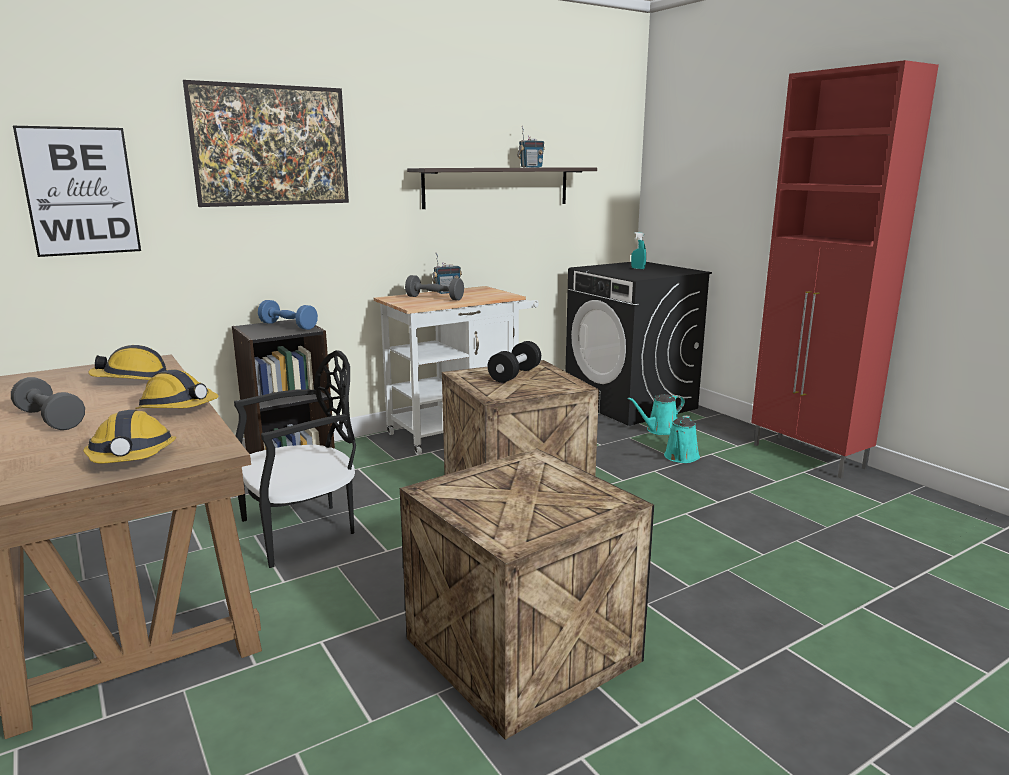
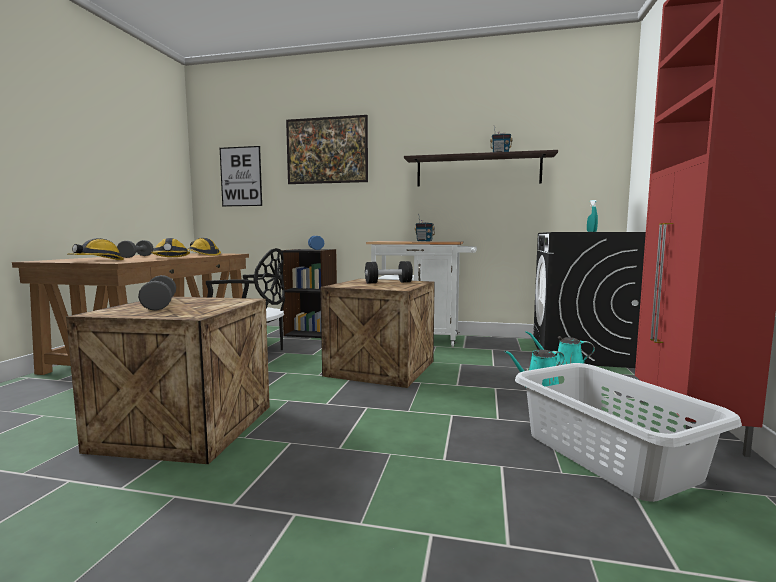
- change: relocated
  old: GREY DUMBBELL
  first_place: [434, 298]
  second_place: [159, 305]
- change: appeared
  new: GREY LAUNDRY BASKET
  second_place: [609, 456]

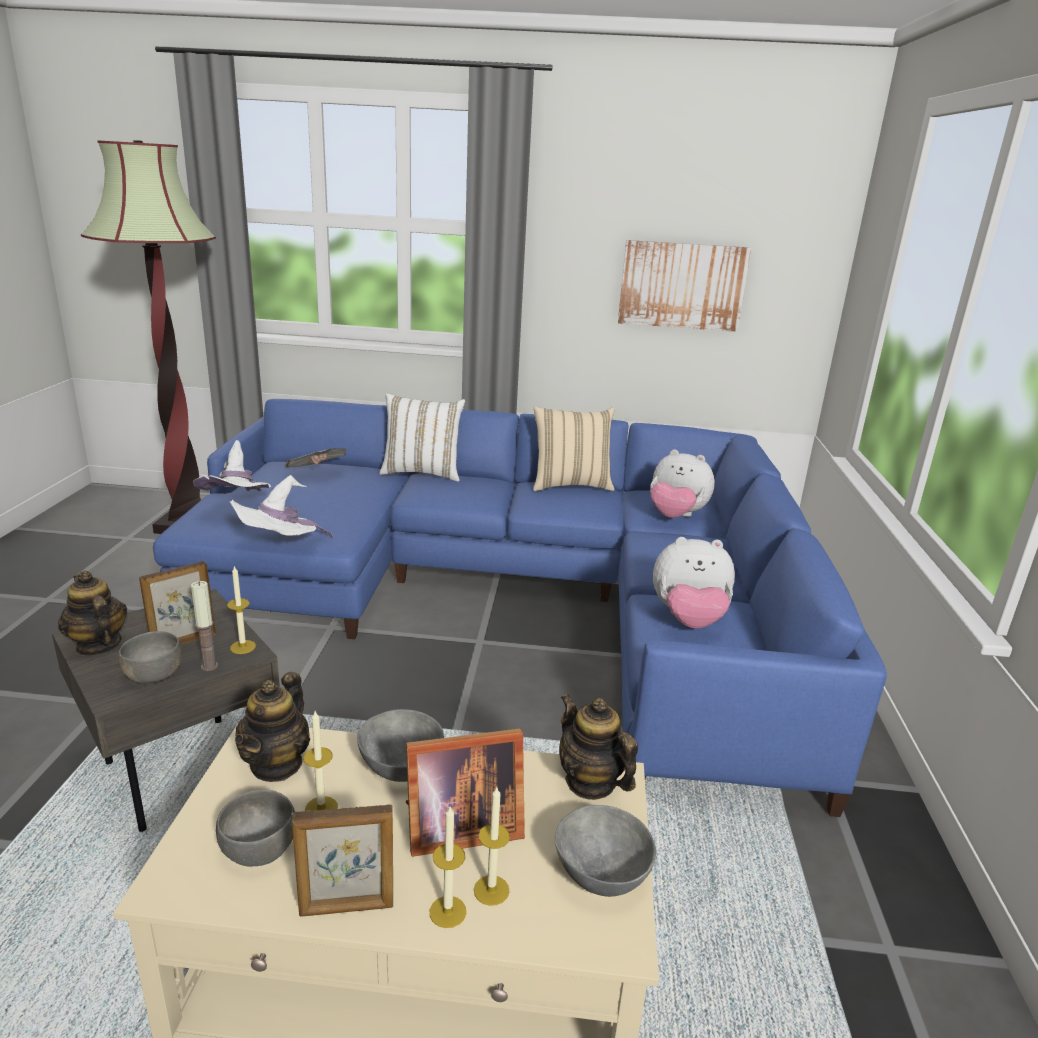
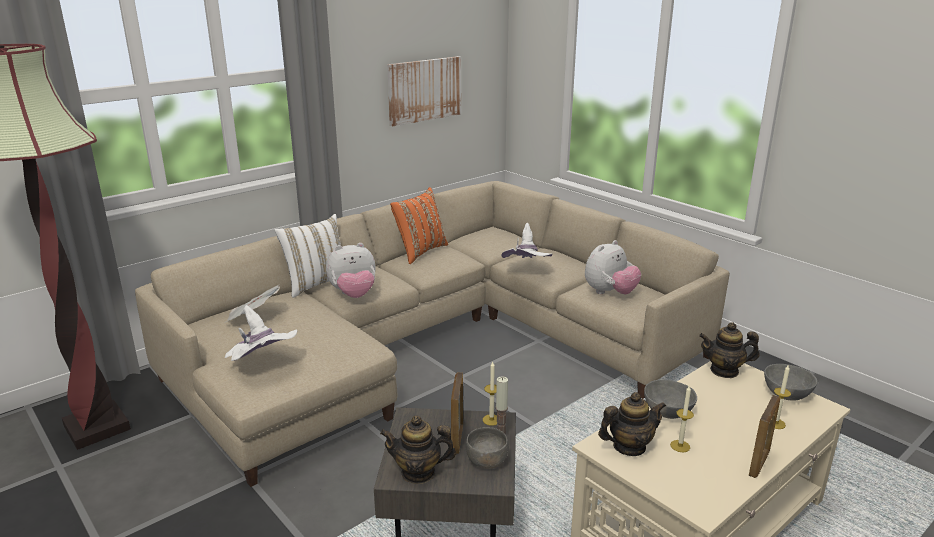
- change: colour
  old: BLUE SOFA
  new: BEIGE SOFA
  first_place: [517, 597]
  second_place: [433, 343]
- change: missing
  old: GREY BOWL
  first_place: [260, 849]
- change: relocated
  old: WHITE HAT
  first_place: [279, 547]
  second_place: [526, 271]
- change: spun
  old: TEAPOT
  first_place: [277, 764]
  second_place: [629, 447]
  degrees: -75
- change: missing
  old: PICTURE FRAME
  first_place: [458, 828]
- change: missing
  old: CANDLE
  first_place: [447, 911]
- change: colour
  old: BEIGE PILLOW
  new: ORANGE PILLOW
  first_place: [570, 485]
  second_place: [420, 252]
- change: relocated
  old: PLUSH TOY
  first_place: [676, 516]
  second_place: [353, 295]

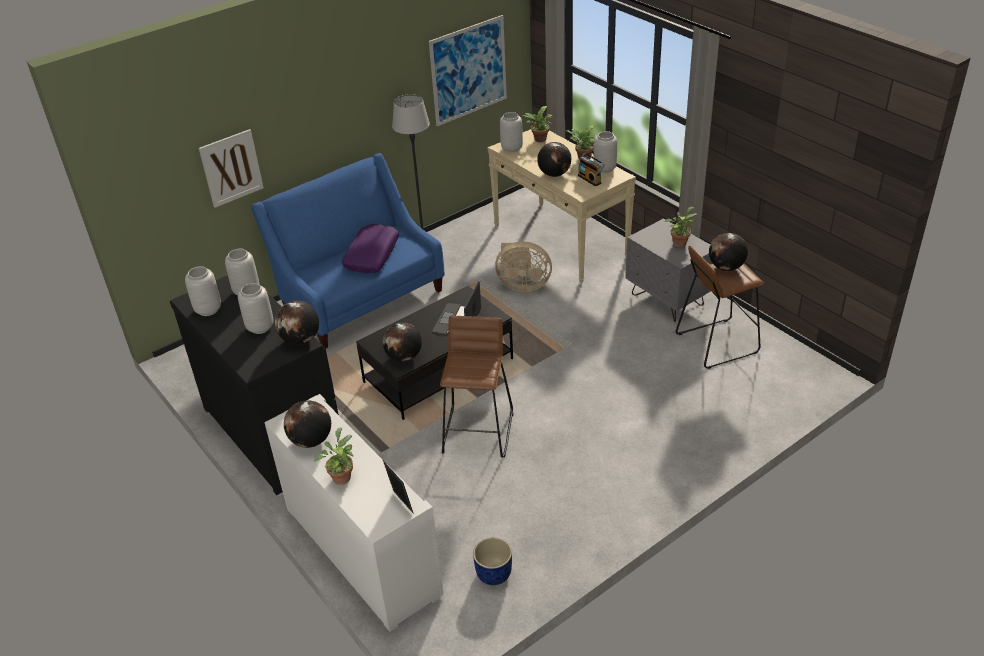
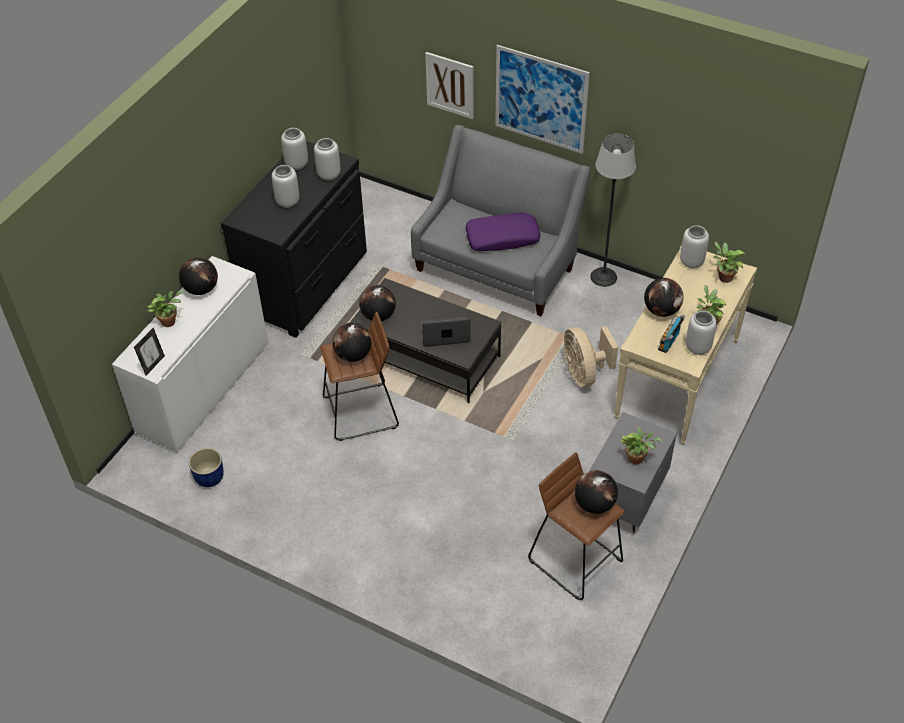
- change: colour
  old: BLUE SOFA
  new: GREY SOFA
  first_place: [360, 298]
  second_place: [498, 264]
- change: relocated
  old: GLOBE
  first_place: [300, 340]
  second_place: [353, 355]
- change: relocated
  old: PICTURE
  first_place: [469, 70]
  second_place: [541, 99]

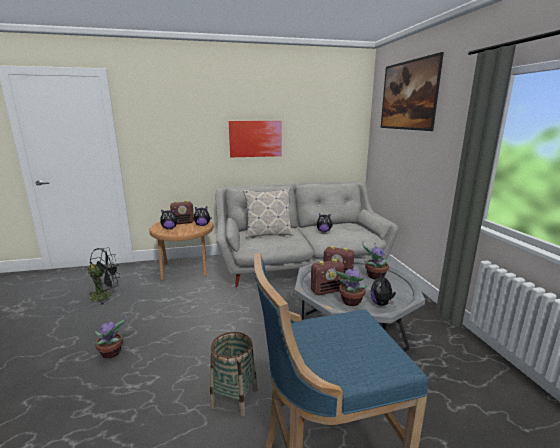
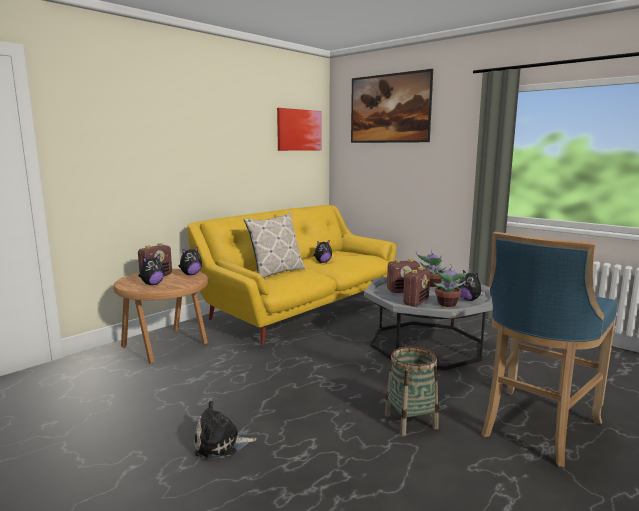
- change: missing
  old: BLACK FAN
  first_place: [106, 296]
- change: exchanged
  old: POTTED PLANT
  new: PLUSH TOY
  first_place: [112, 353]
  second_place: [221, 444]
- change: colour
  old: GREY SOFA
  new: YELLOW SOFA
  first_place: [301, 265]
  second_place: [301, 308]
- change: relocated
  old: PICTURE
  first_place: [255, 138]
  second_place: [299, 130]

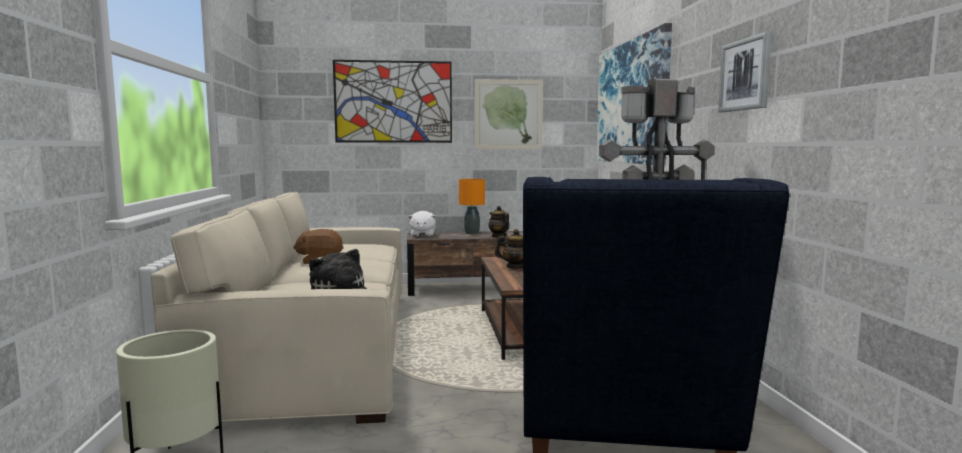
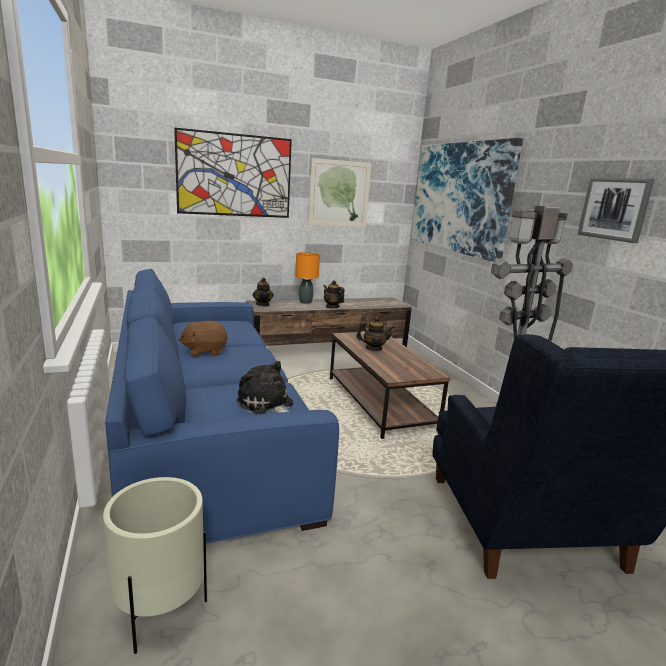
- change: colour
  old: BEIGE SOFA
  new: BLUE SOFA
  first_place: [319, 345]
  second_place: [207, 429]
- change: exchanged
  old: WHITE PLUSH TOY
  new: TEAPOT
  first_place: [422, 235]
  second_place: [263, 304]

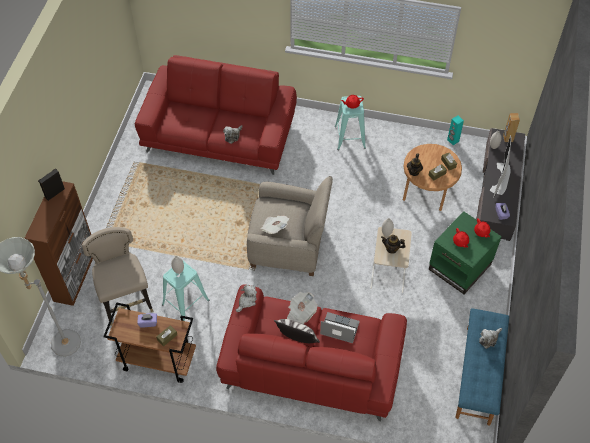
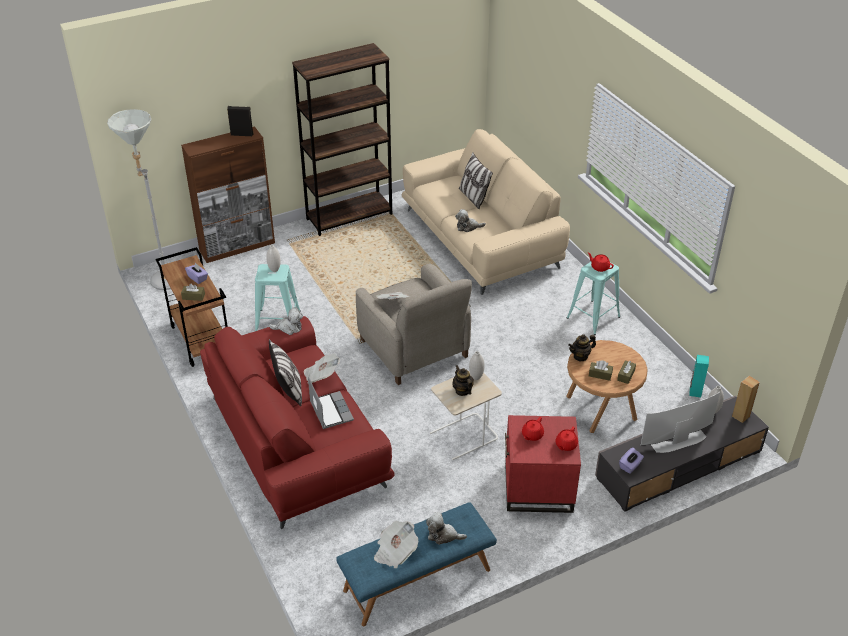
- change: missing
  old: BEIGE STOOL
  first_place: [127, 303]
- change: colour
  old: RED SOFA
  new: BEIGE SOFA
  first_place: [219, 135]
  second_place: [481, 239]
- change: colour
  old: GREEN SIDE TABLE
  new: RED SIDE TABLE
  first_place: [460, 267]
  second_place: [538, 488]
- change: appeared
  new: BROWN BOOKCASE
  second_place: [349, 216]
- change: appeared
  new: NEWSPAPER
  second_place: [395, 552]
- change: appeared
  new: PILLOW
  second_place: [473, 198]

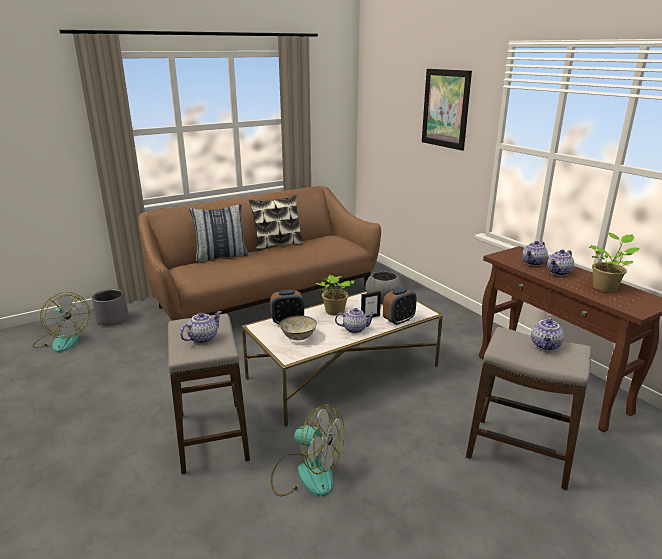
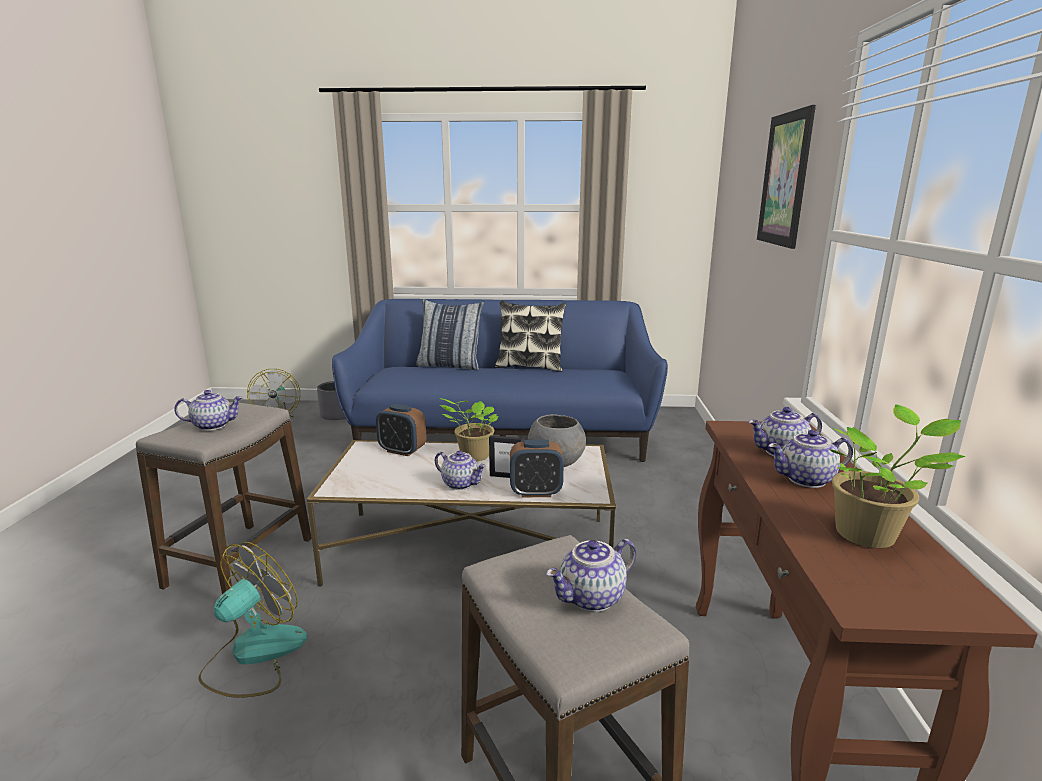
- change: colour
  old: BROWN SOFA
  new: BLUE SOFA
  first_place: [264, 298]
  second_place: [503, 435]
- change: spun
  old: FAN
  first_place: [306, 473]
  second_place: [254, 655]
  degrees: -120
- change: missing
  old: BOWL
  first_place: [298, 337]

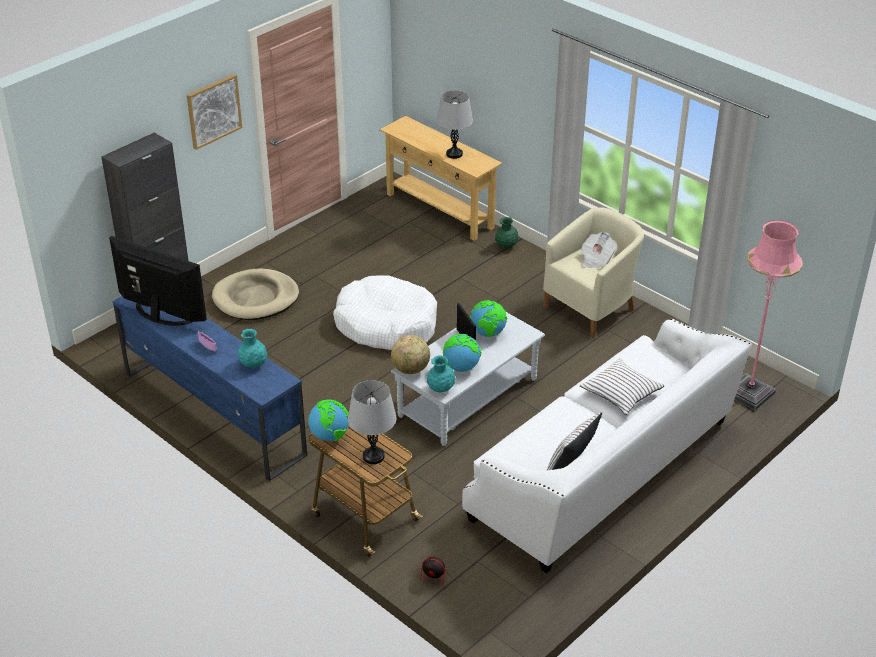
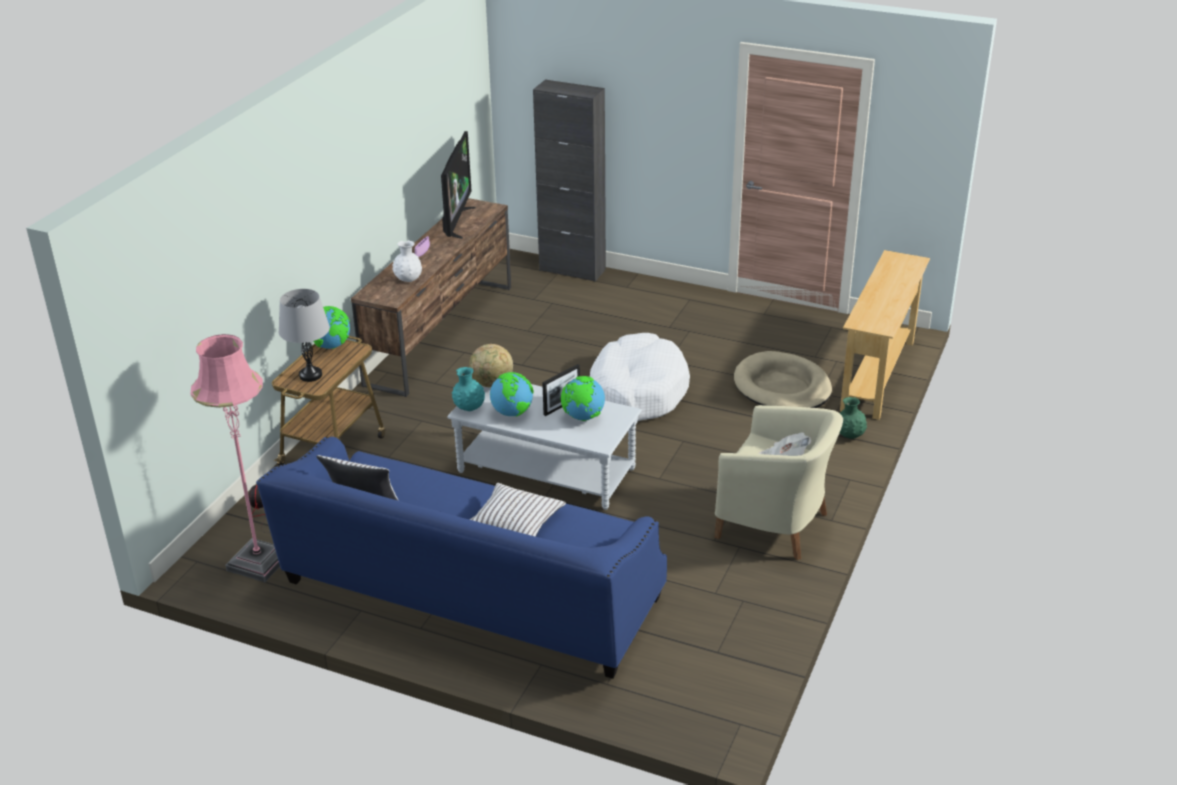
- change: colour
  old: BLUE TV STAND
  new: BROWN TV STAND
  first_place: [213, 413]
  second_place: [441, 334]
- change: missing
  old: PICTURE
  first_place: [213, 111]
- change: relocated
  old: BEIGE DOG BED
  first_place: [256, 298]
  second_place: [782, 387]
- change: colour
  old: TURQUOISE VASE
  new: WHITE VASE
  first_place: [253, 364]
  second_place: [408, 280]
- change: missing
  old: GREY TABLE LAMP
  first_place: [454, 154]
- change: colour
  old: WHITE SOFA
  new: BLUE SOFA
  first_place: [603, 471]
  second_place: [470, 593]
- change: relocated
  old: PINK FLOOR LAMP
  first_place: [749, 393]
  second_place: [258, 562]

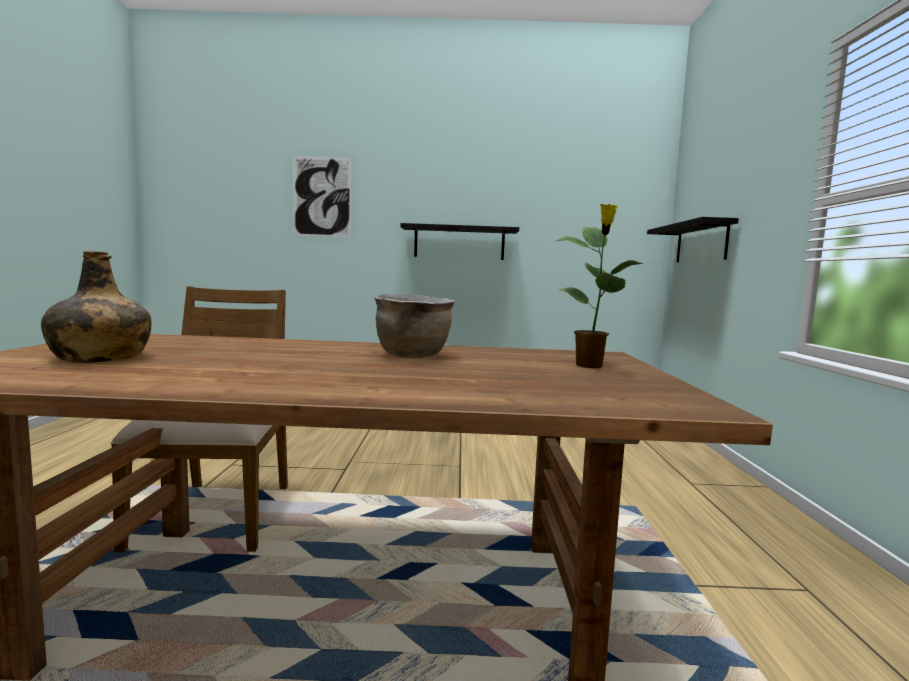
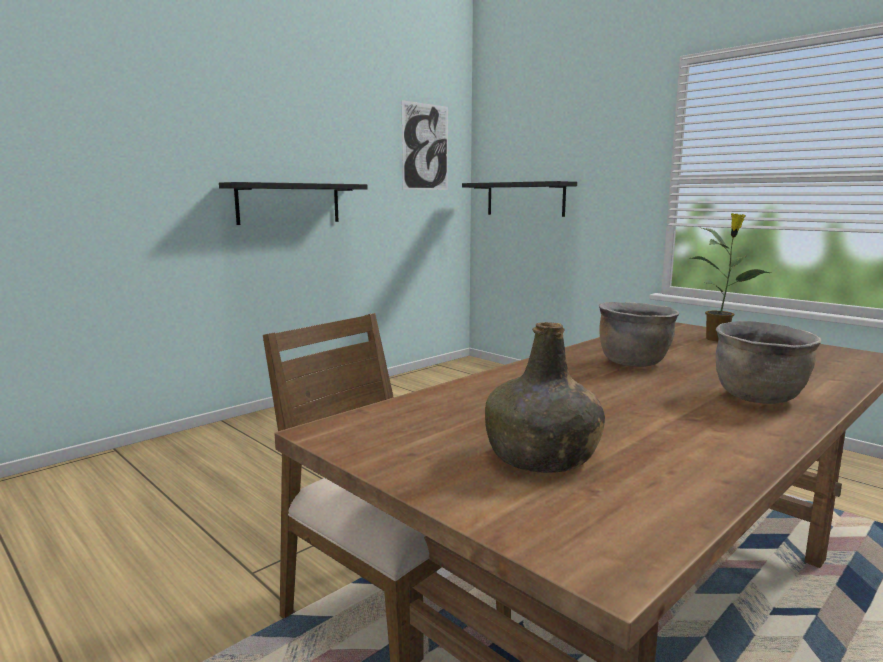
- change: relocated
  old: PICTURE
  first_place: [322, 196]
  second_place: [425, 147]
- change: appeared
  new: BROWN COOKING POT
  second_place: [759, 397]

